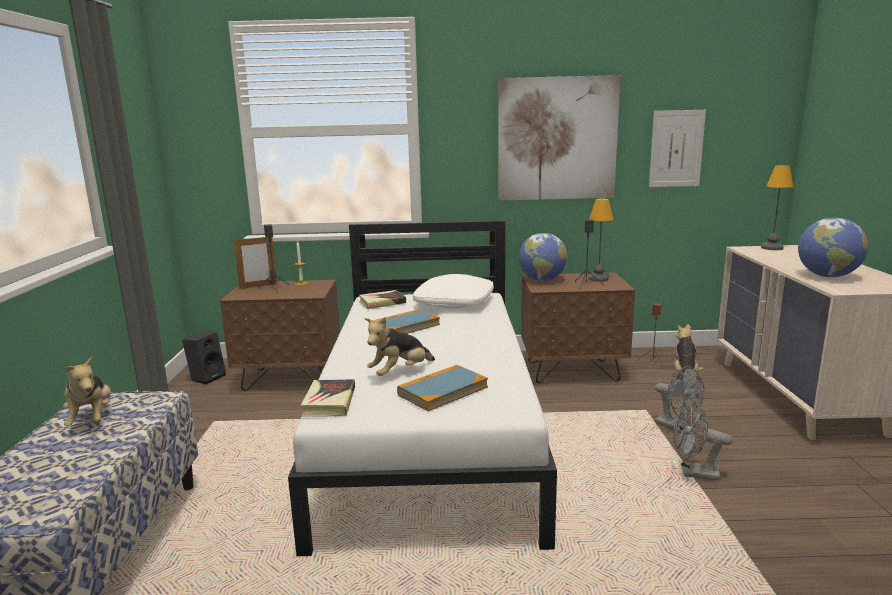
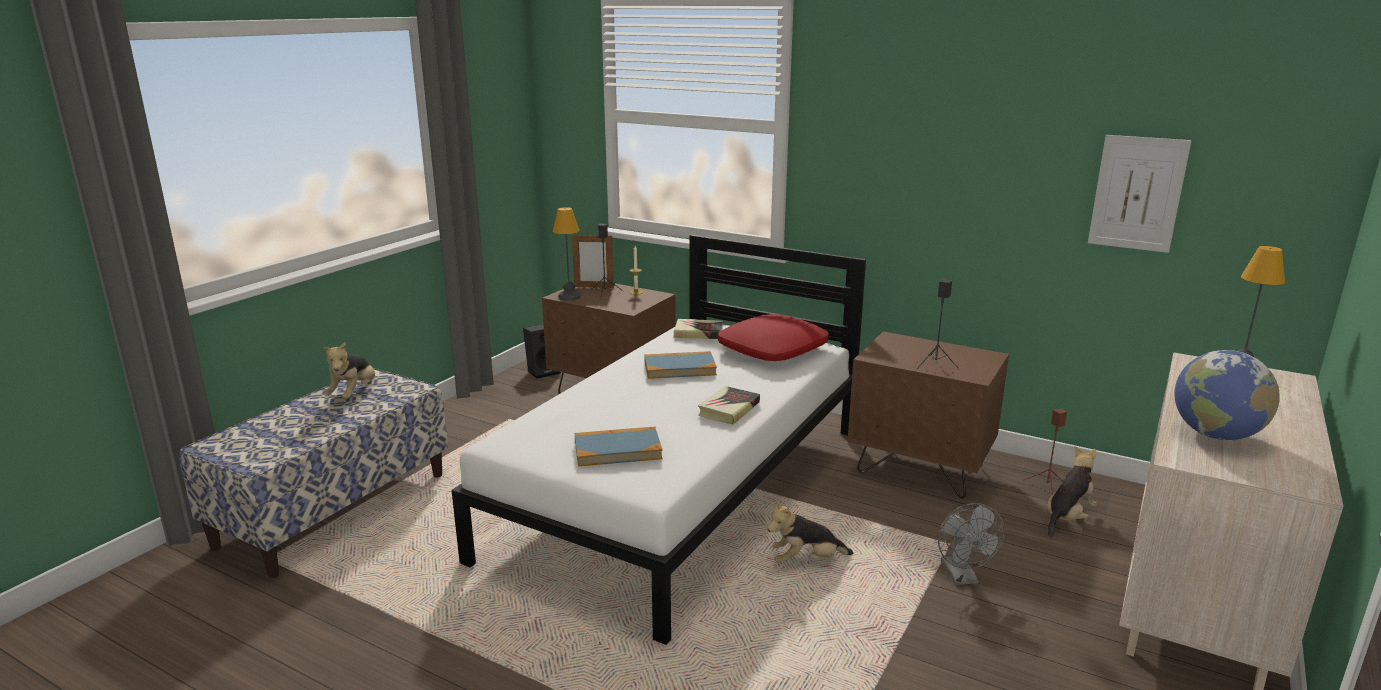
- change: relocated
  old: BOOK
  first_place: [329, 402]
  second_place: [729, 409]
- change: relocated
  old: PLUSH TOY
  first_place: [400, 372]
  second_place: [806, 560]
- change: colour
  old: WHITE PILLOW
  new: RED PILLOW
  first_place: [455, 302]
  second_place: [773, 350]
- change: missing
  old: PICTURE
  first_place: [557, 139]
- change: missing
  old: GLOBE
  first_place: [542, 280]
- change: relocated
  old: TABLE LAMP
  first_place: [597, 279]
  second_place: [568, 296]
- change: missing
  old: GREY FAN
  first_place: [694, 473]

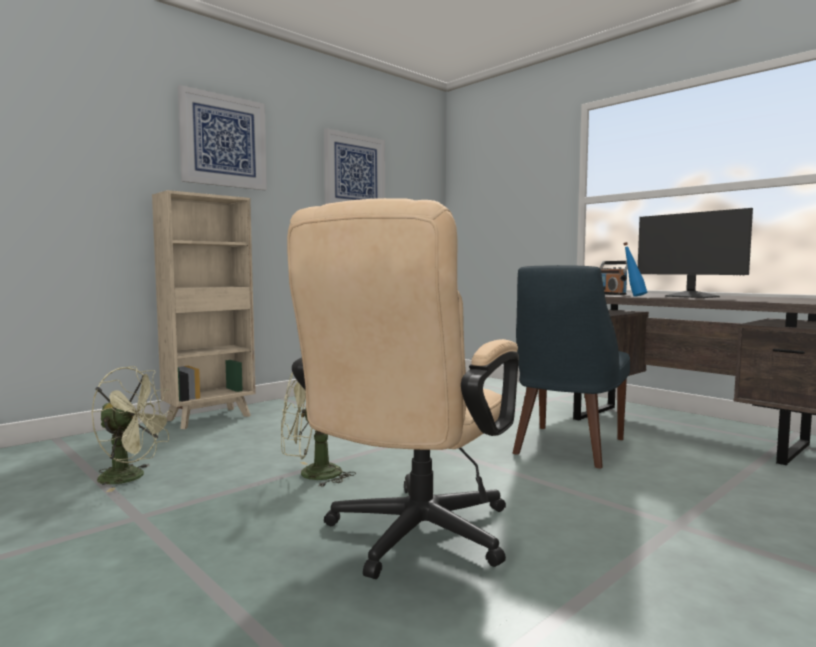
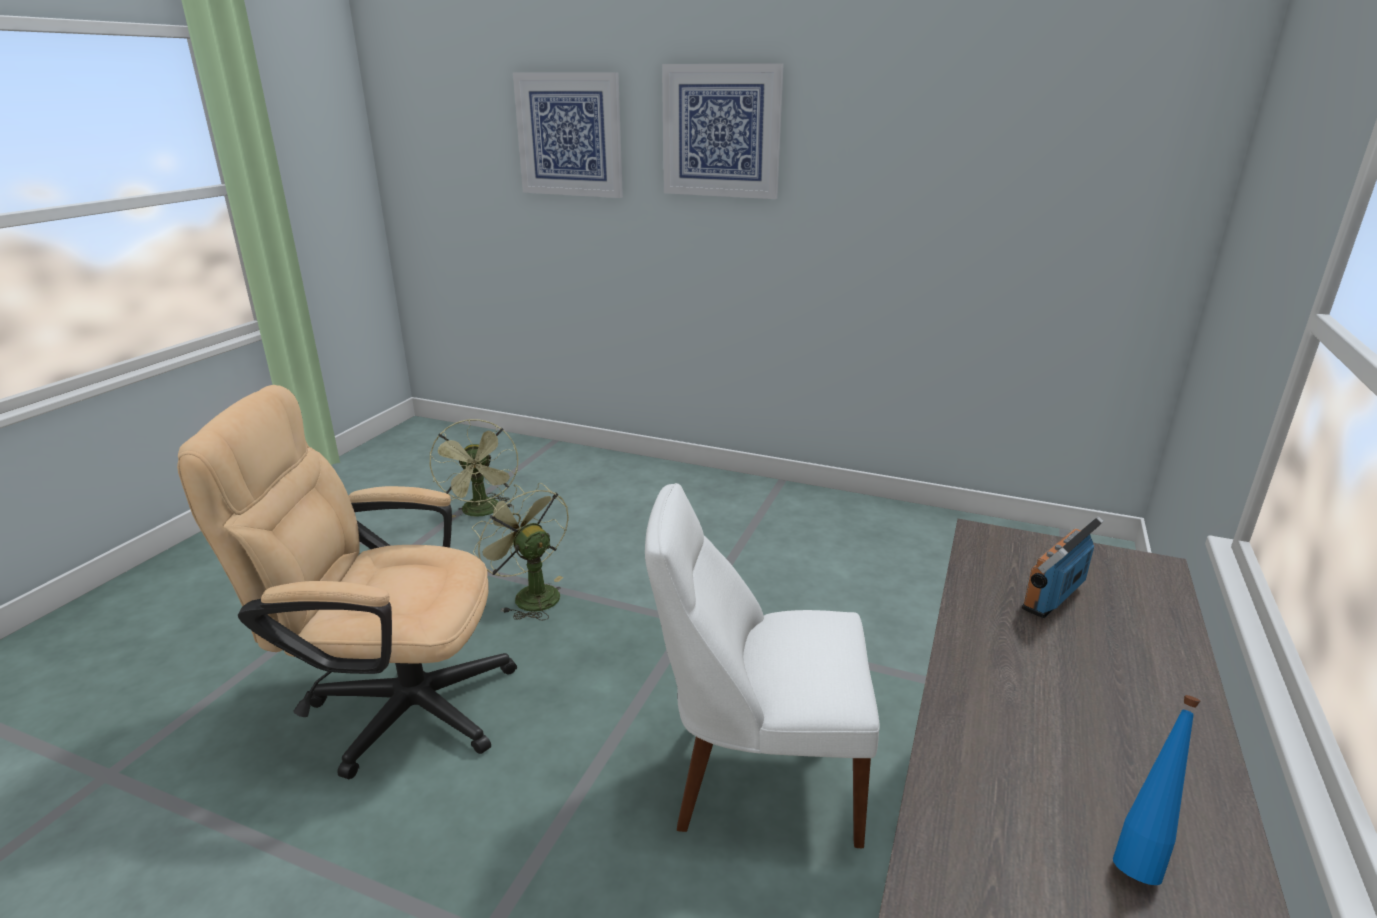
- change: missing
  old: BEIGE BOOKCASE
  first_place: [210, 418]
- change: relocated
  old: PICTURE
  first_place: [354, 172]
  second_place: [569, 135]
- change: colour
  old: BLUE CHAIR
  new: WHITE CHAIR
  first_place: [566, 448]
  second_place: [757, 778]
- change: relocated
  old: BLUE BOTTLE
  first_place: [633, 296]
  second_place: [1139, 856]
- change: missing
  old: MONITOR
  first_place: [691, 296]

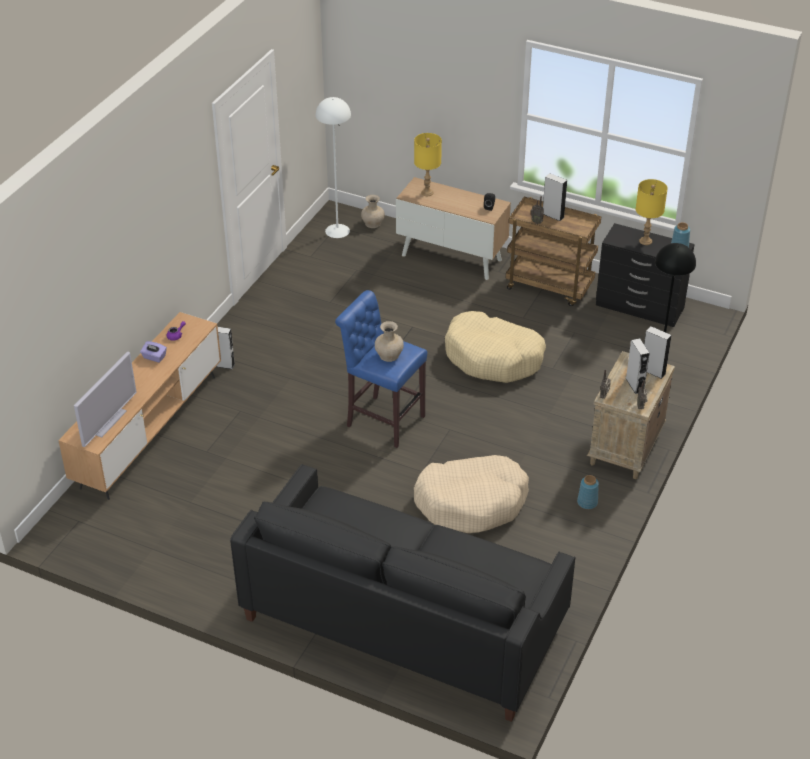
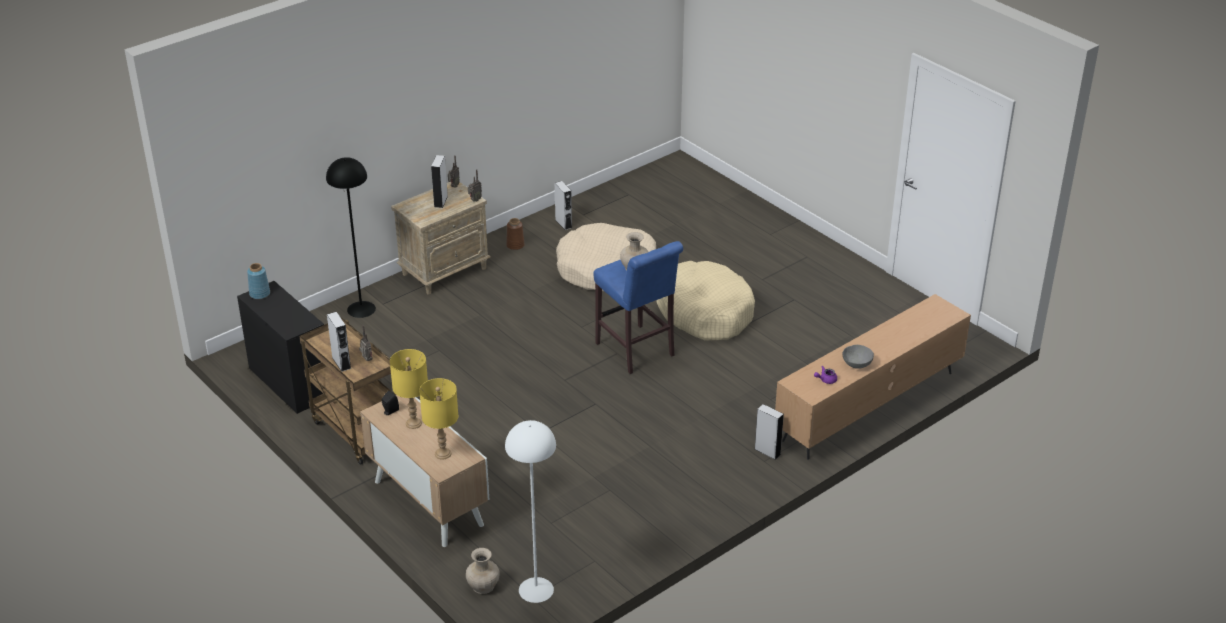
- change: missing
  old: TELEVISION
  first_place: [108, 421]
- change: exchanged
  old: PURPLE TISSUE BOX
  new: GREY BOWL
  first_place: [154, 357]
  second_place: [856, 364]
- change: missing
  old: BLACK SOFA
  first_place: [404, 620]
- change: relocated
  old: BEIGE DOG BED
  first_place: [493, 357]
  second_place: [705, 312]
- change: colour
  old: BLUE VASE
  new: BROWN VASE
  first_place: [587, 503]
  second_place: [515, 245]
- change: relocated
  old: YELLOW TABLE LAMP
  first_place: [645, 241]
  second_place: [414, 423]
- change: relocated
  old: GREY SPEAKER
  first_place: [653, 371]
  second_place: [563, 223]

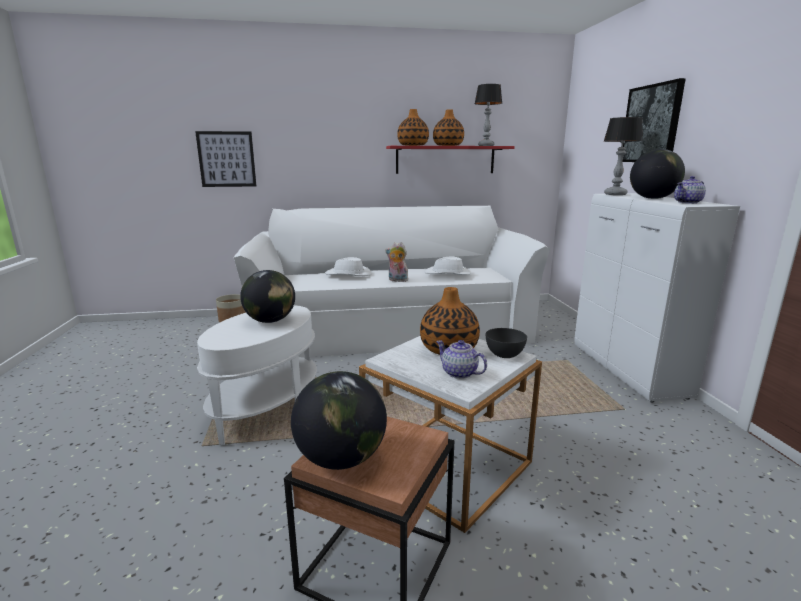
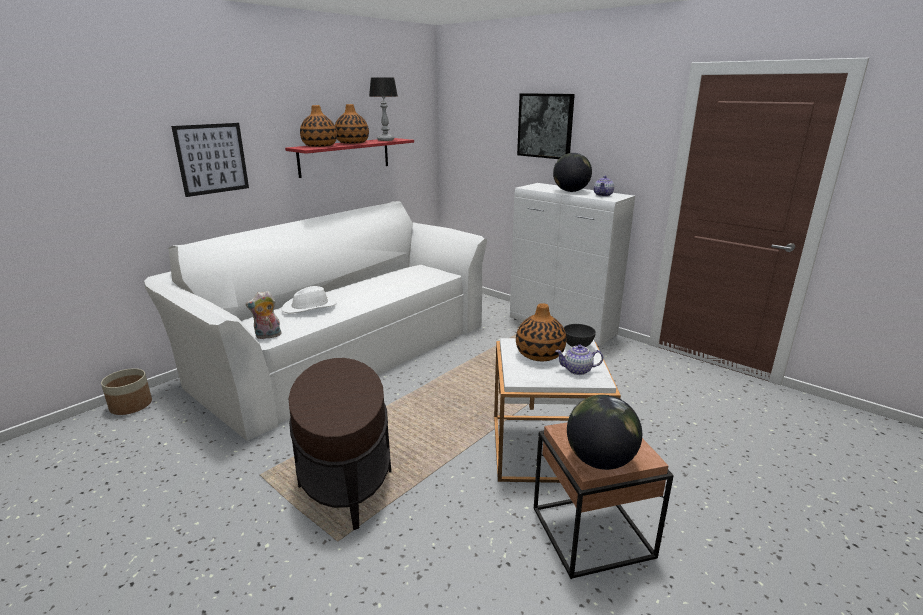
- change: relocated
  old: PICTURE
  first_place: [226, 159]
  second_place: [212, 159]
- change: colour
  old: WHITE SIDE TABLE
  new: BROWN SIDE TABLE
  first_place: [267, 409]
  second_place: [346, 478]
- change: missing
  old: GLOBE
  first_place: [270, 321]
- change: relocated
  old: PLUSH TOY
  first_place: [397, 280]
  second_place: [267, 336]
- change: missing
  old: WHITE HAT
  first_place: [447, 273]
- change: missing
  old: TABLE LAMP
  first_place: [615, 194]

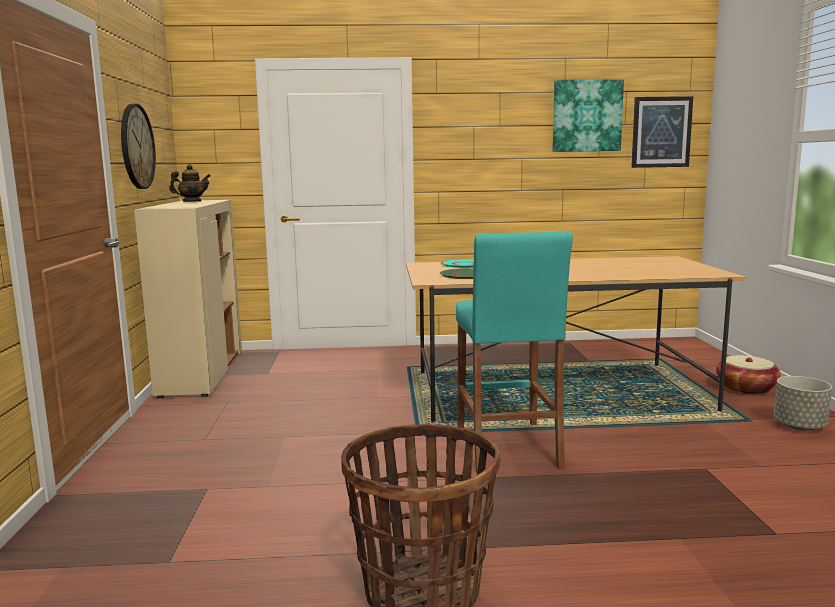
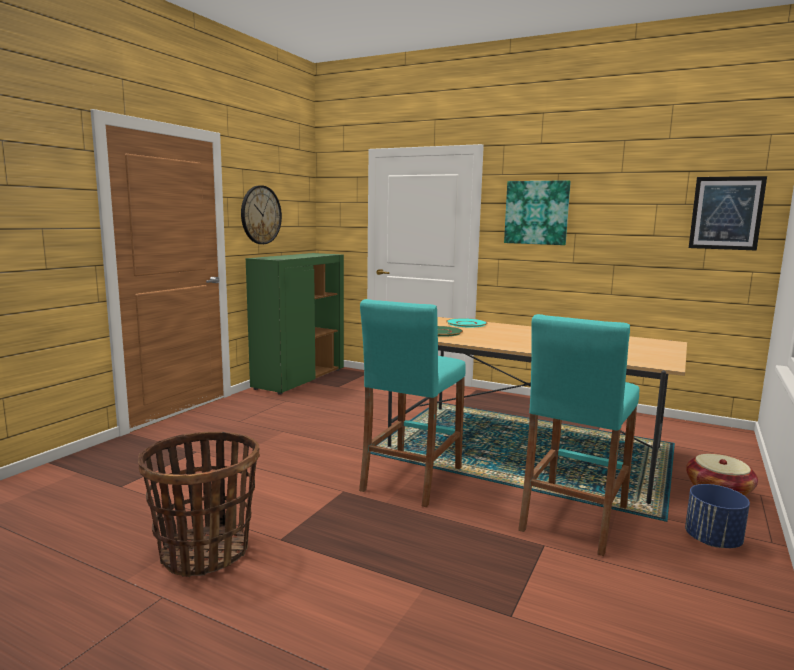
- change: colour
  old: BEIGE CABINET
  new: GREEN CABINET
  first_place: [201, 374]
  second_place: [299, 378]
- change: missing
  old: TEAPOT
  first_place: [192, 202]
- change: relocated
  old: PICTURE
  first_place: [586, 116]
  second_place: [536, 212]
- change: colour
  old: GREY PLANTER
  new: BLUE PLANTER
  first_place: [800, 426]
  second_place: [713, 541]
- change: appeared
  new: TURQUOISE STOOL
  second_place: [573, 518]

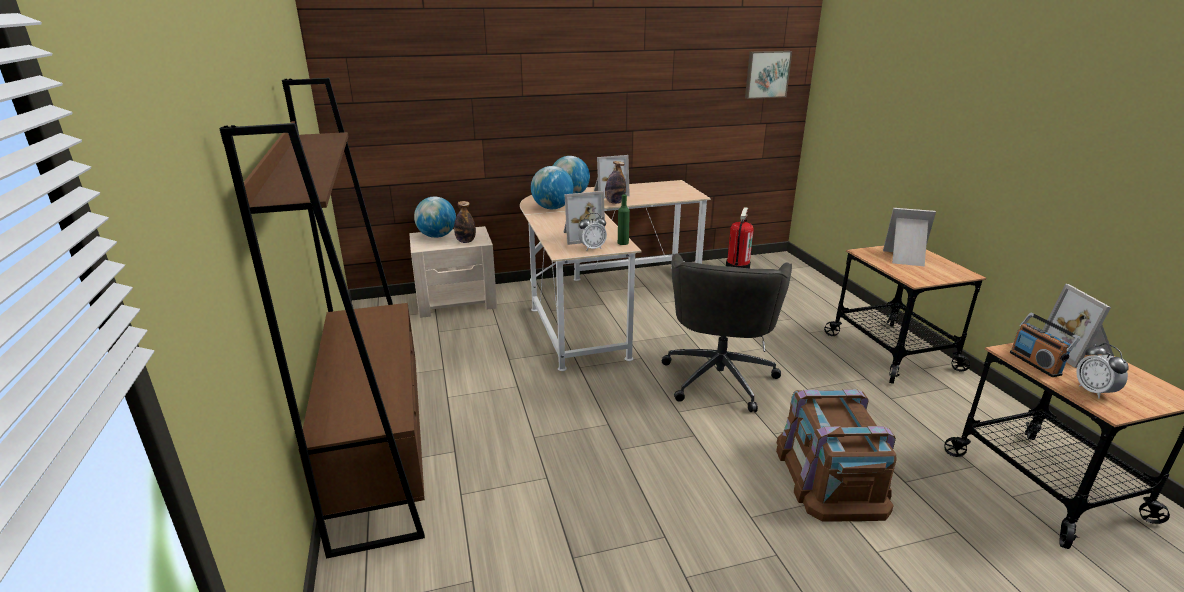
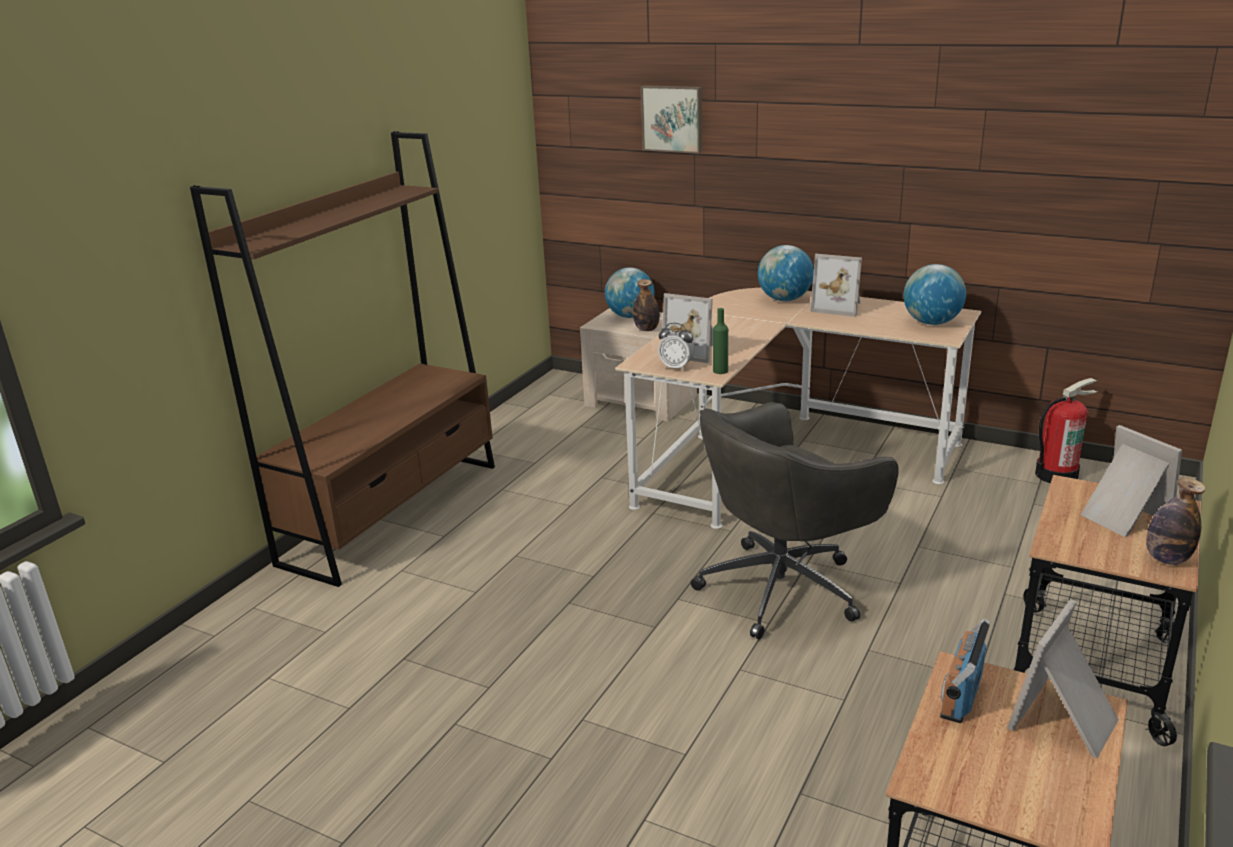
- change: relocated
  old: GLOBE
  first_place: [552, 208]
  second_place: [931, 323]
- change: relocated
  old: BOTTLE
  first_place: [614, 202]
  second_place: [1166, 559]
- change: relocated
  old: PICTURE
  first_place: [767, 74]
  second_place: [673, 118]
- change: missing
  old: BROWN STORAGE BOX
  first_place: [829, 475]
- change: missing
  old: ALARM CLOCK
  first_place: [1094, 391]

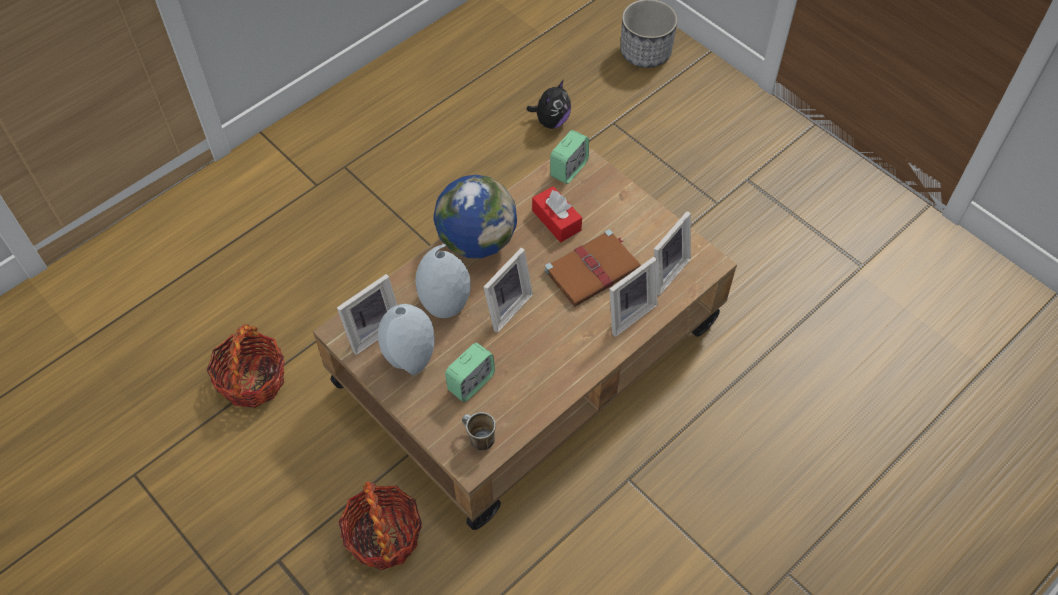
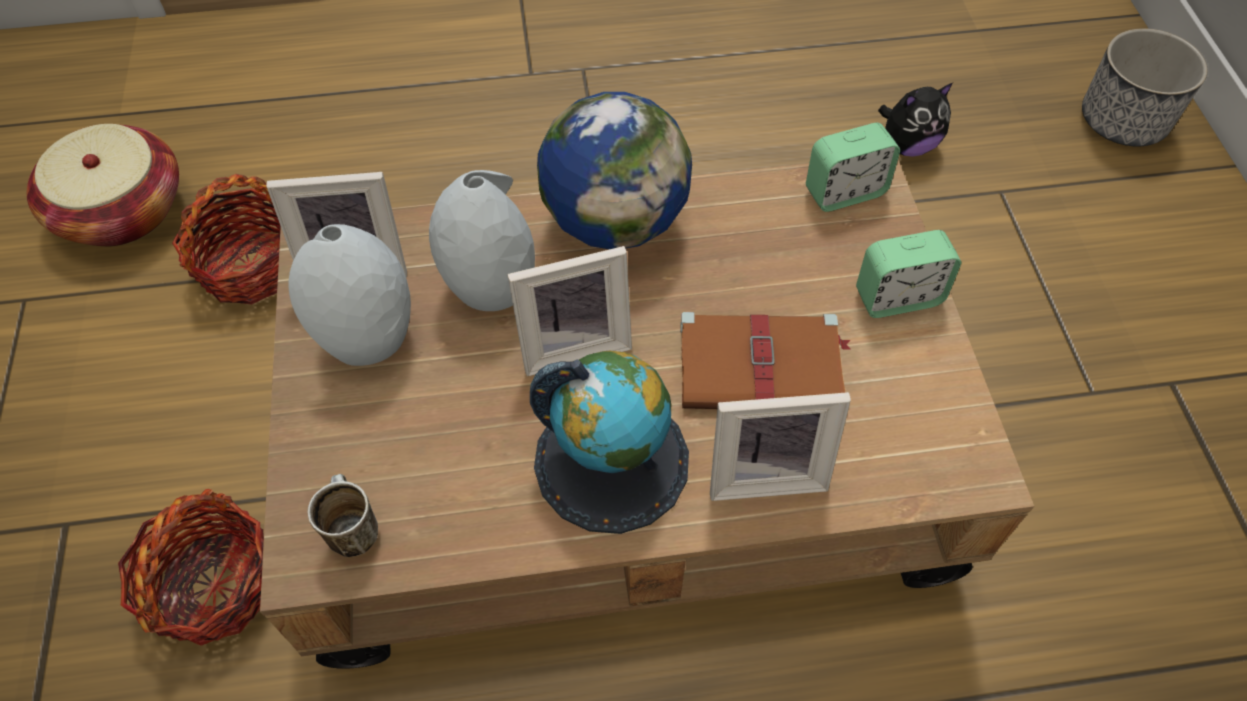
- change: relocated
  old: ALARM CLOCK
  first_place: [471, 382]
  second_place: [898, 297]
- change: missing
  old: RED TISSUE BOX
  first_place: [556, 220]
- change: missing
  old: PICTURE FRAME
  first_place: [664, 271]
- change: appeared
  new: BASKET
  second_place: [122, 211]
- change: appeared
  new: GLOBE
  second_place: [612, 460]

